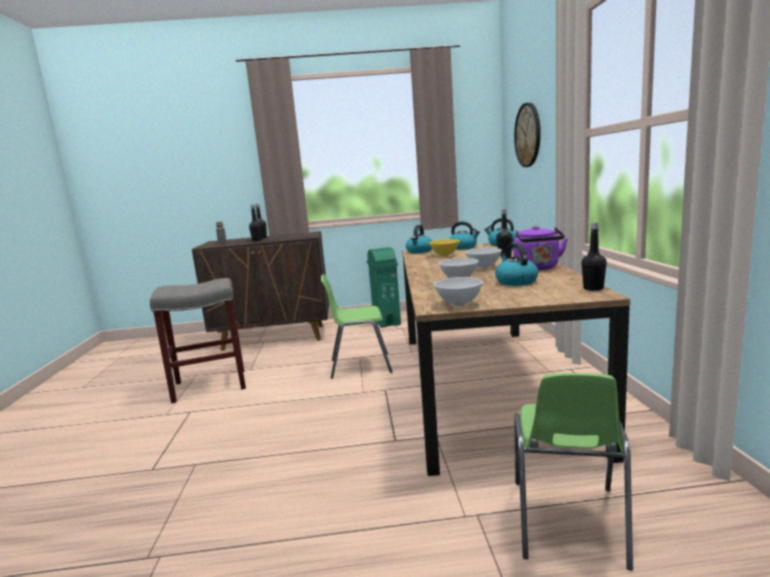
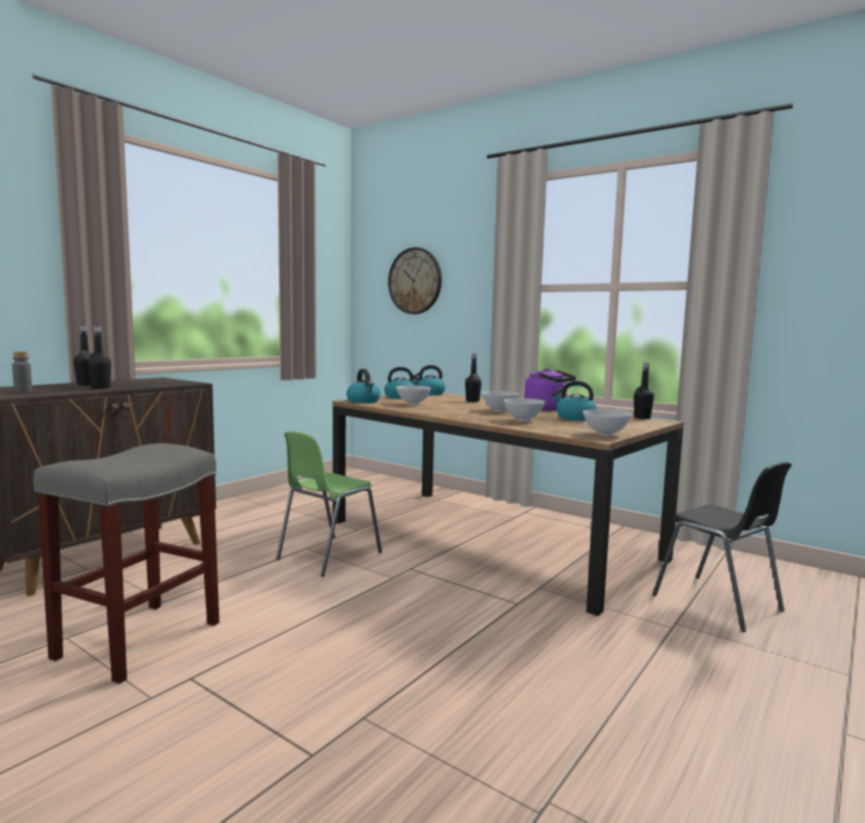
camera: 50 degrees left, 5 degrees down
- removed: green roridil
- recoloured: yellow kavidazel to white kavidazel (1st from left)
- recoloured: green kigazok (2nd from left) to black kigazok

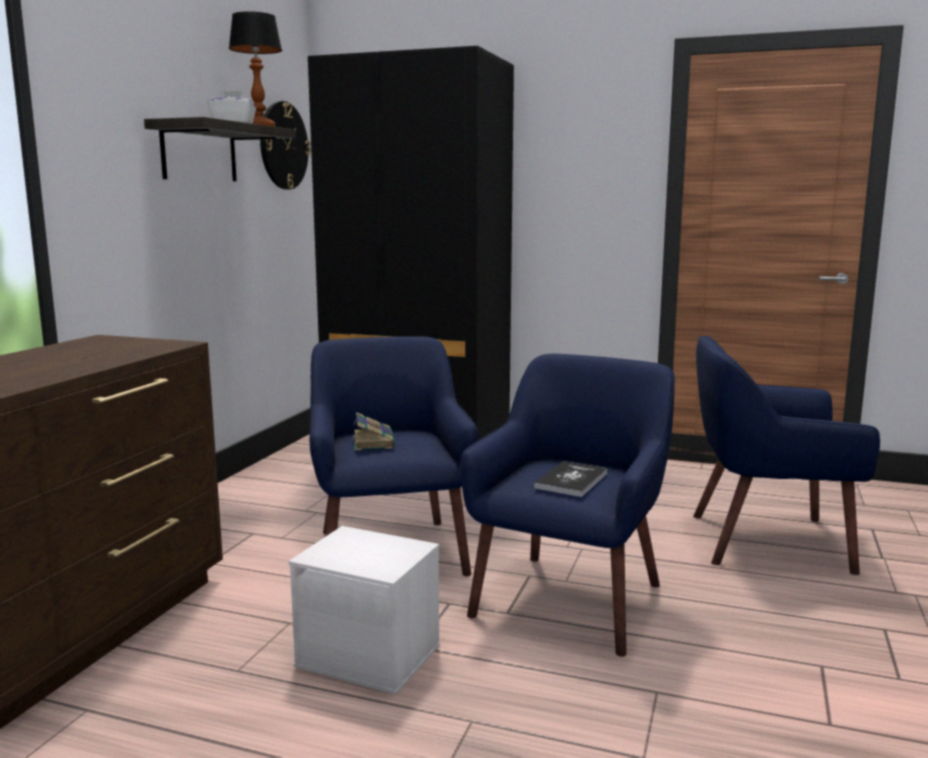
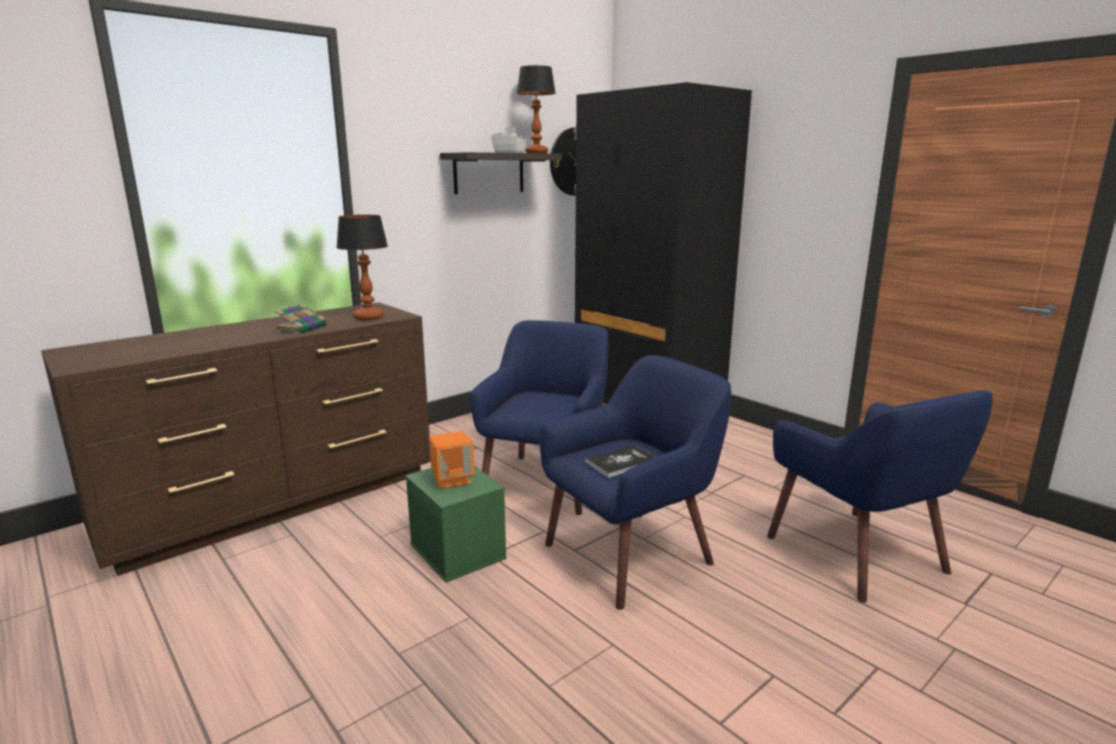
camera: 30 degrees right, 5 degrees up
- recoloured: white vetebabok to green vetebabok
- moved: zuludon (1st from left)
- turned: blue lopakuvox (3rd from left) 150 degrees counterclockwise
- added: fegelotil (1st from left)
- added: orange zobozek

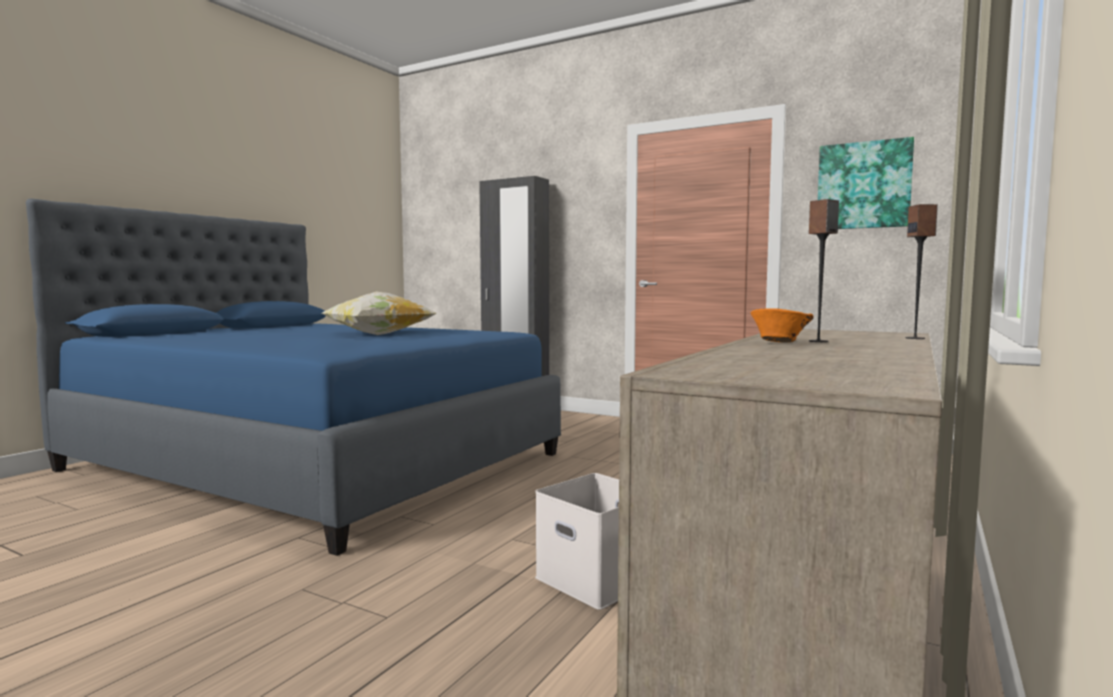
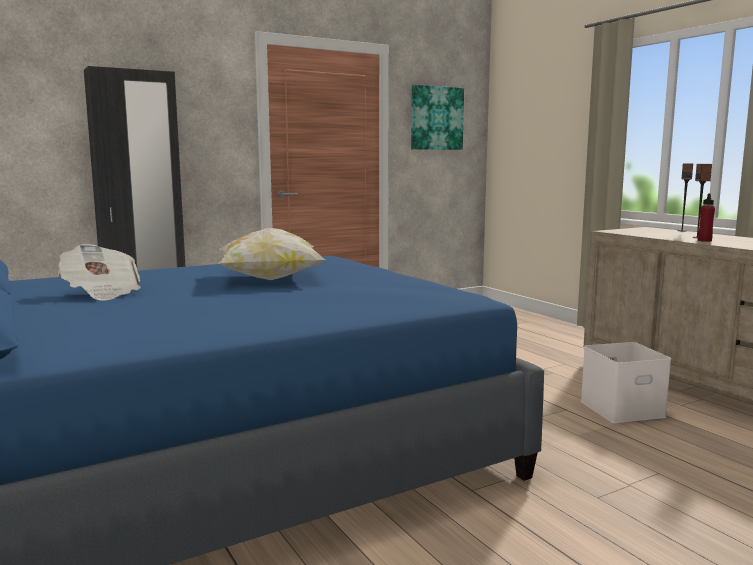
camera: 60 degrees left, 5 degrees up
- replaced: orange kavidazel to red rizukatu
- added: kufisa

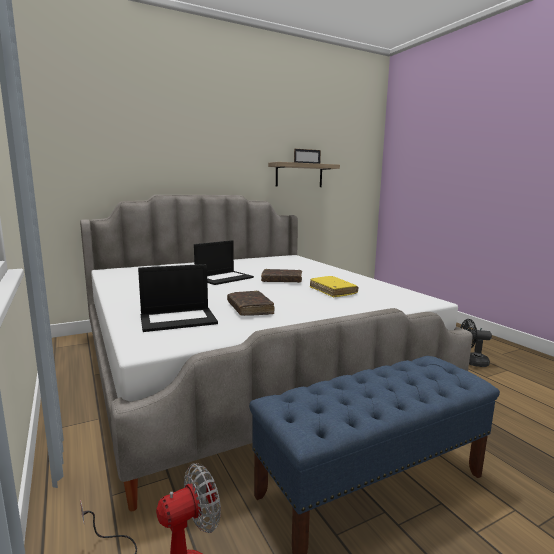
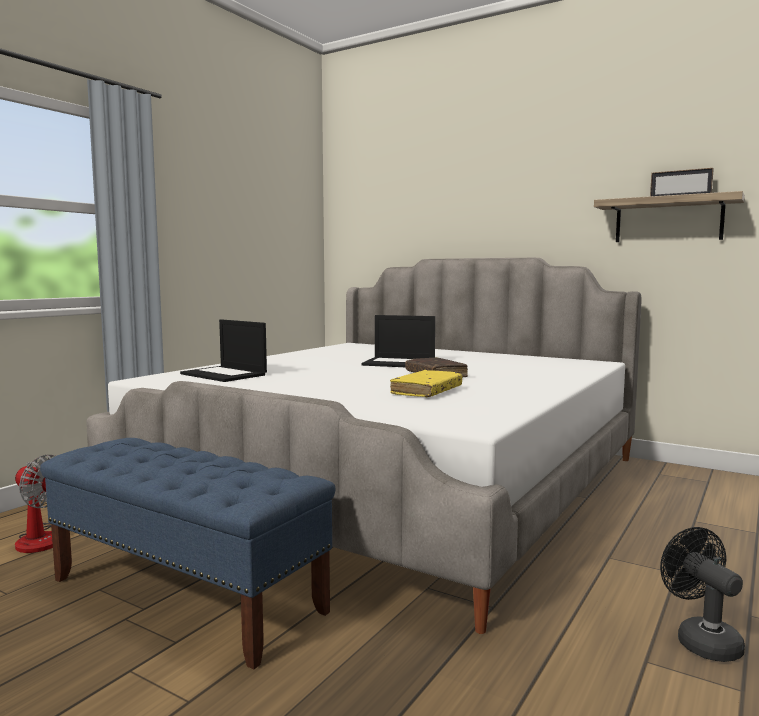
camera: 60 degrees right, 5 degrees down
- removed: brown zuludon (1st from left)

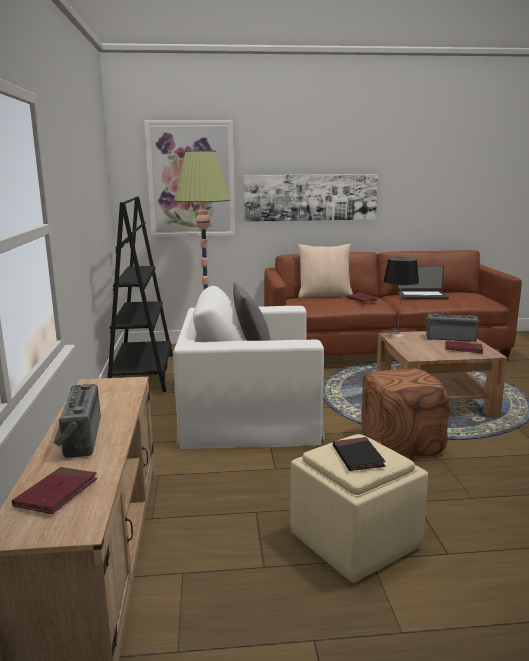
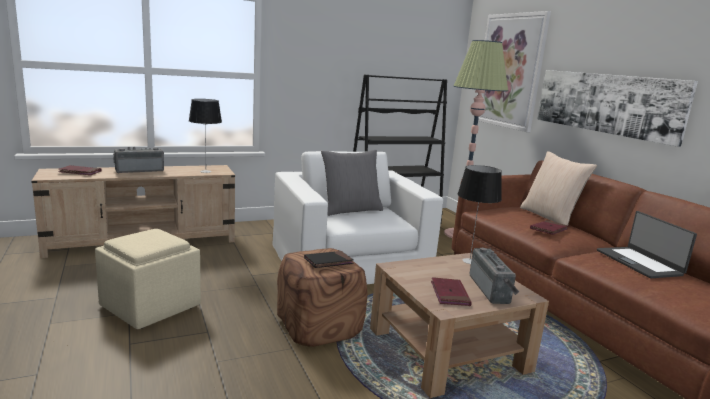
camera: 70 degrees right, 0 degrees up
- moved: black zuludon
- added: fegelotil (1st from left)

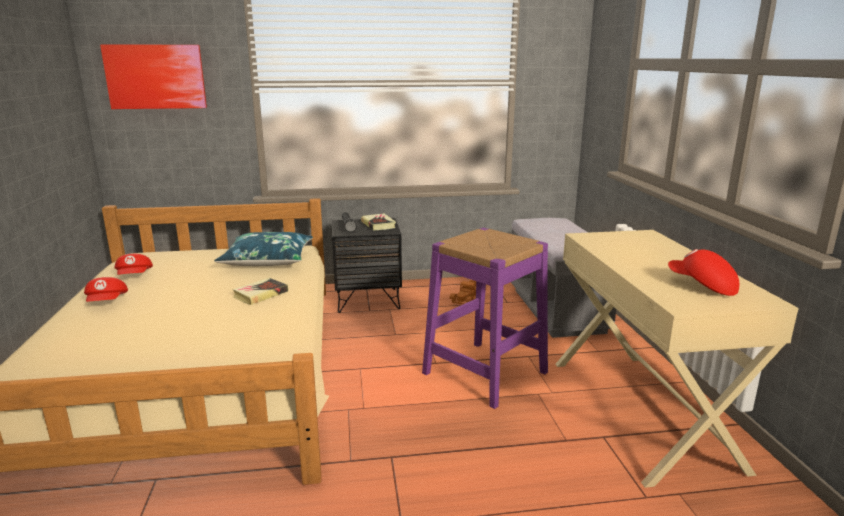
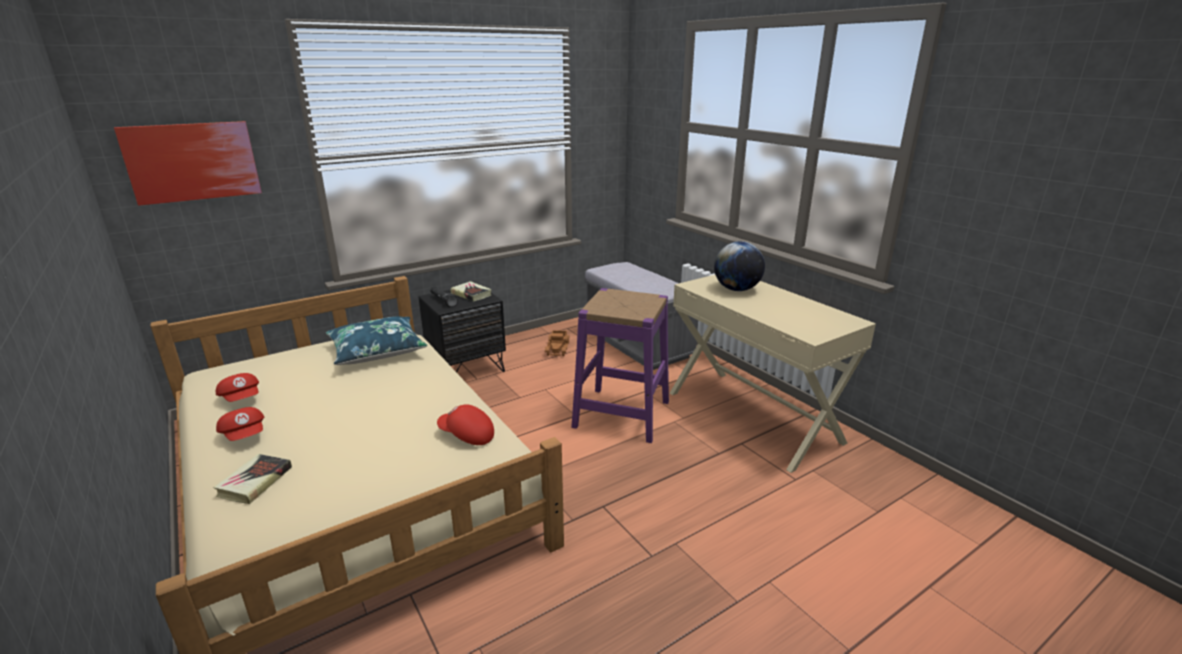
camera: 25 degrees left, 5 degrees up
- moved: zuludon (1st from left)
- moved: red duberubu (3rd from left)
- added: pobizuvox

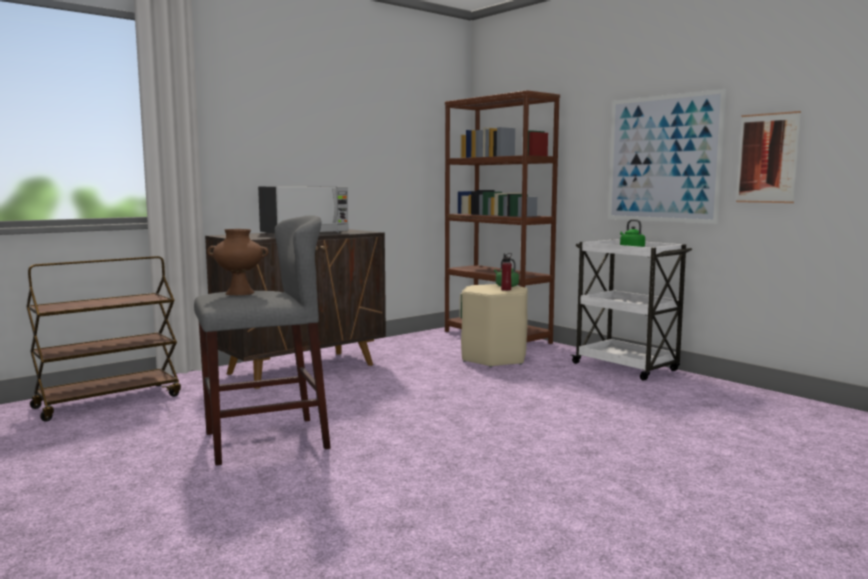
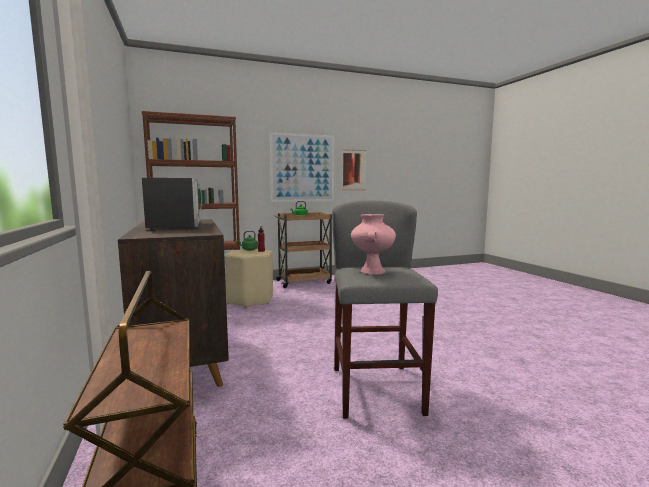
camera: 70 degrees left, 0 degrees up
- recoloured: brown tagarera to pink tagarera
- recoloured: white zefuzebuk to brown zefuzebuk (2nd from left)

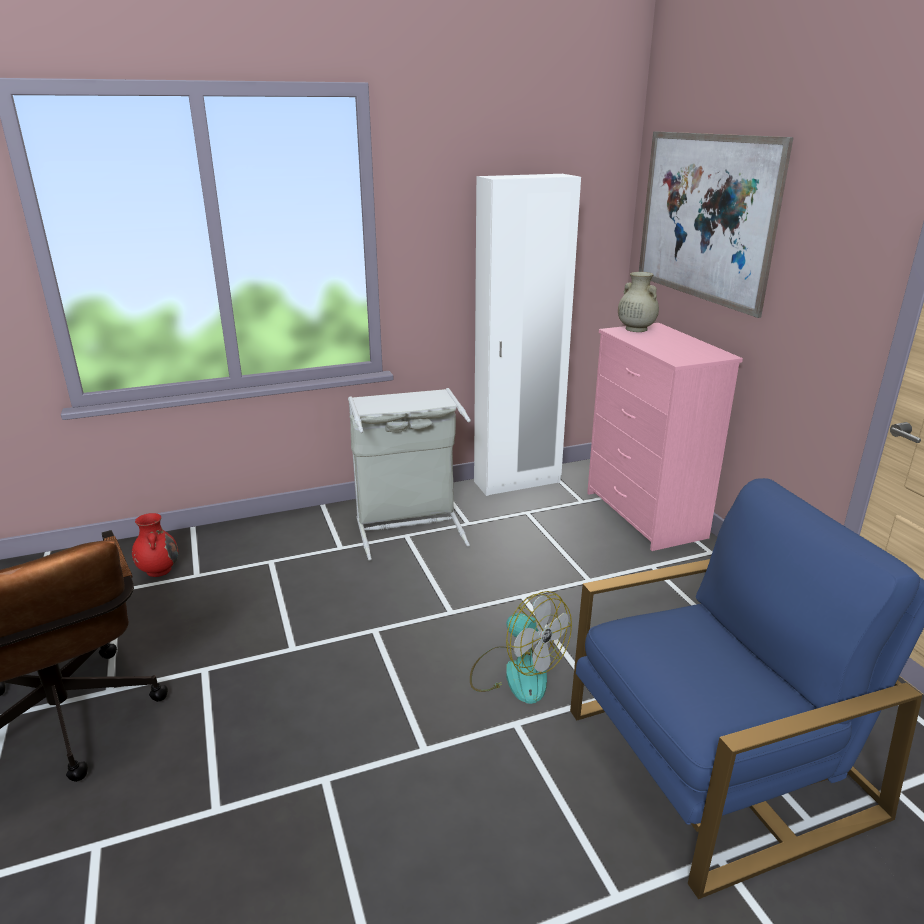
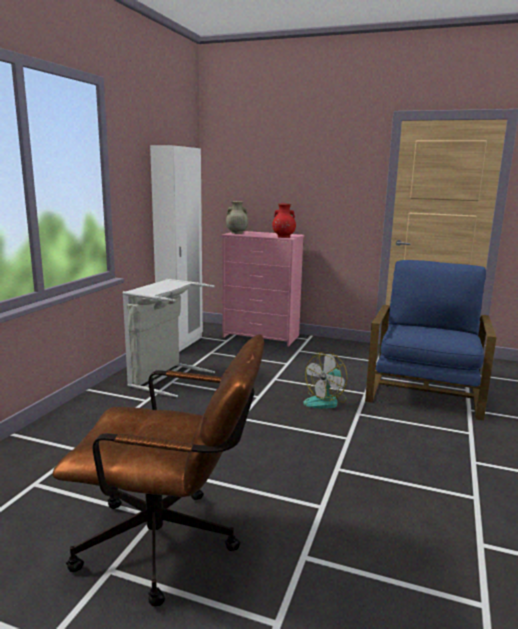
camera: 50 degrees left, 10 degrees down
- moved: red tagarera
- turned: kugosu 135 degrees clockwise
- removed: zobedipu

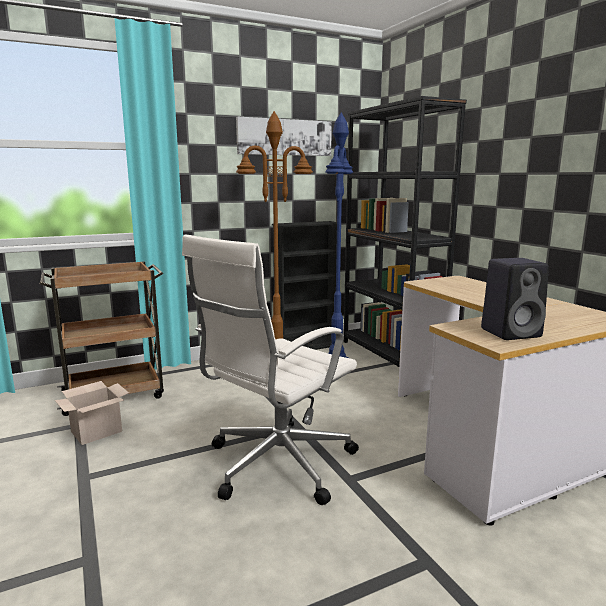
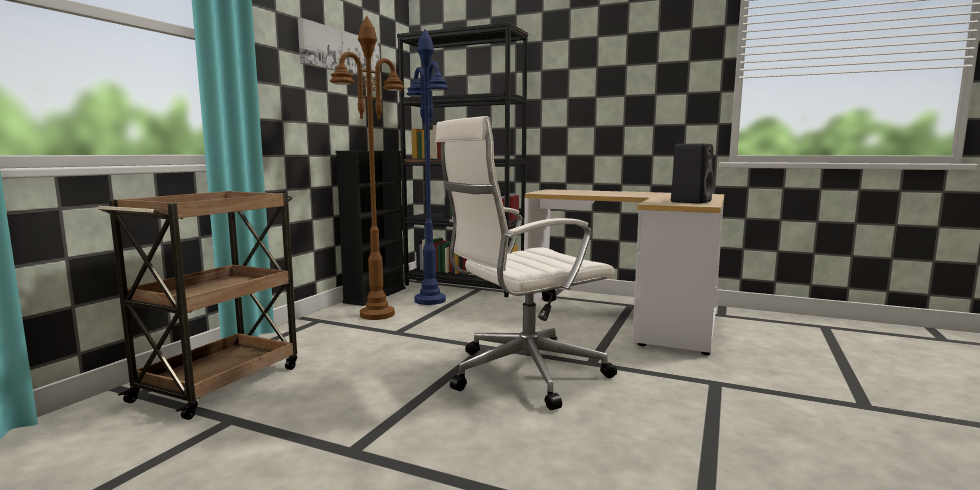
camera: 40 degrees left, 5 degrees down
- removed: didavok
- turned: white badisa 60 degrees clockwise

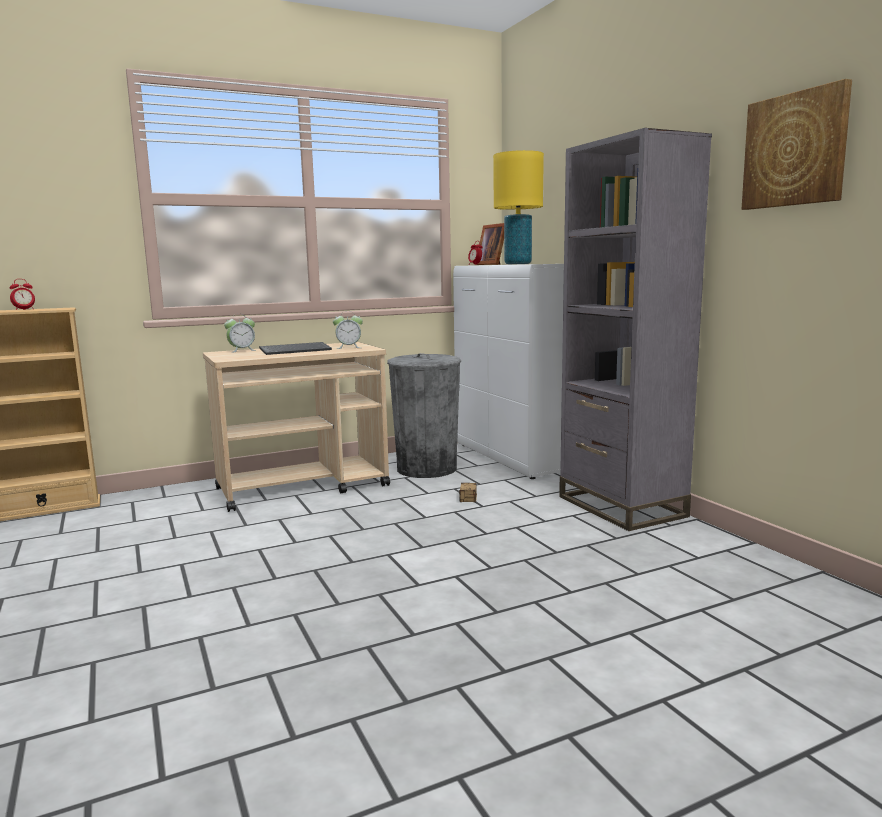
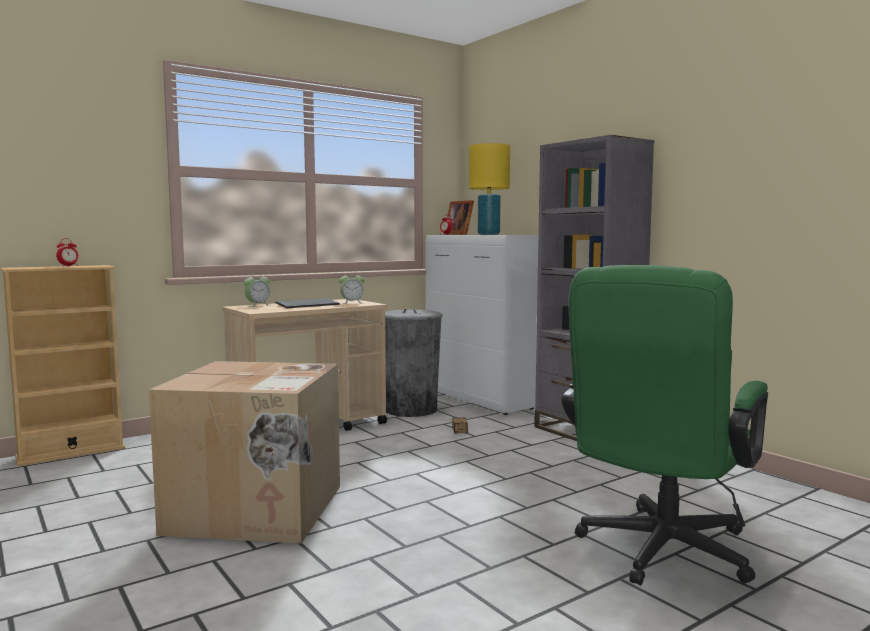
camera: 10 degrees left, 5 degrees down
- removed: zobedipu
- added: didavok
- added: green badisa

